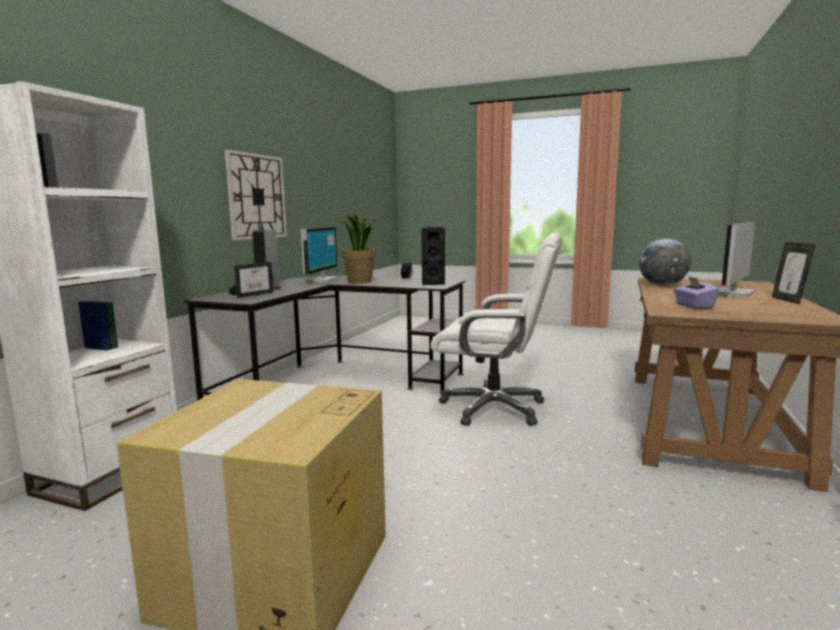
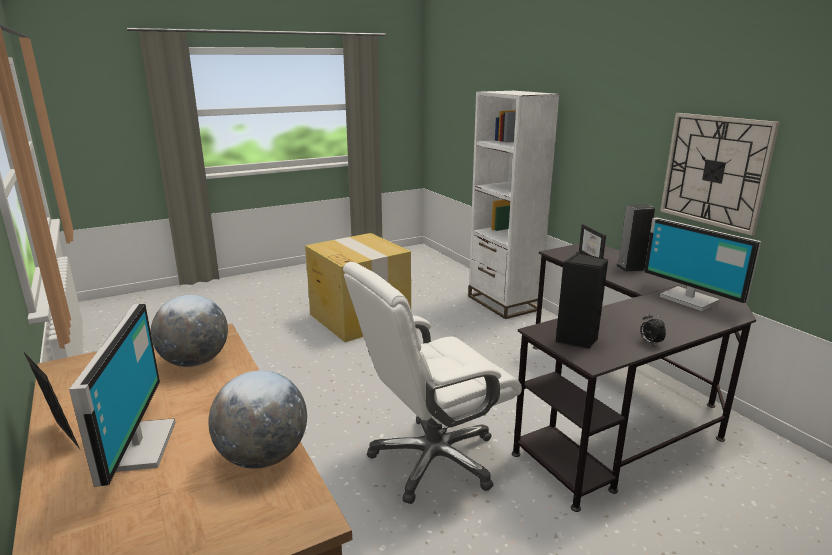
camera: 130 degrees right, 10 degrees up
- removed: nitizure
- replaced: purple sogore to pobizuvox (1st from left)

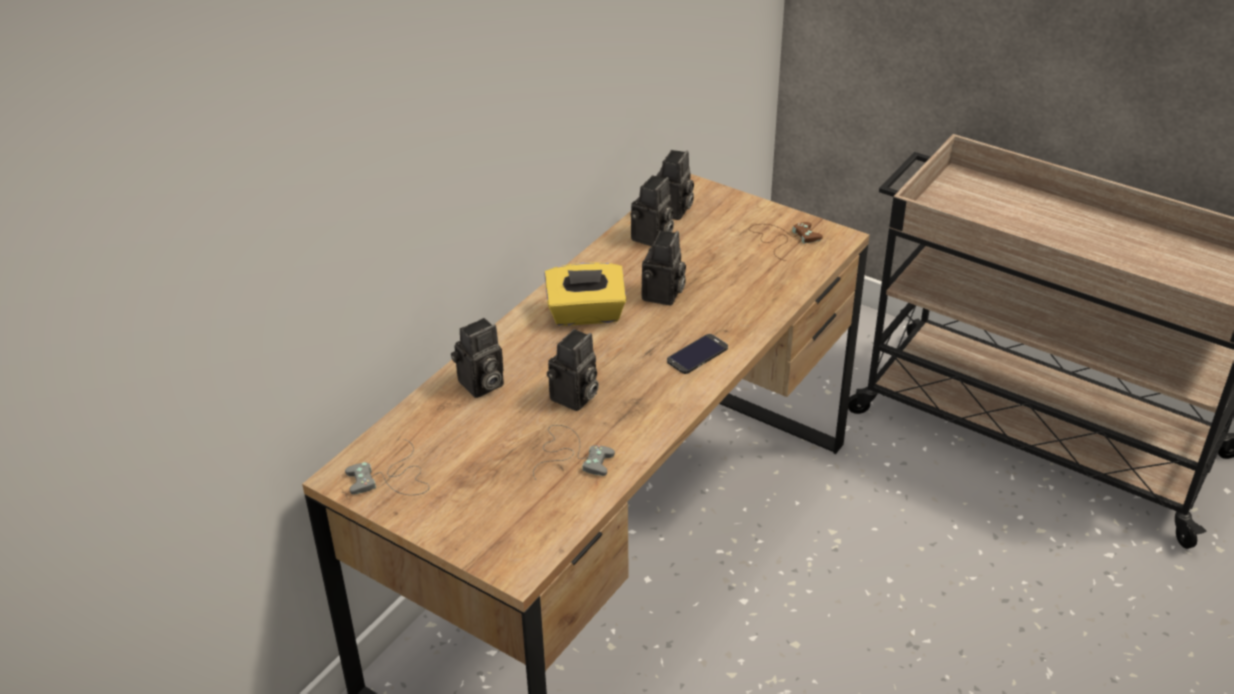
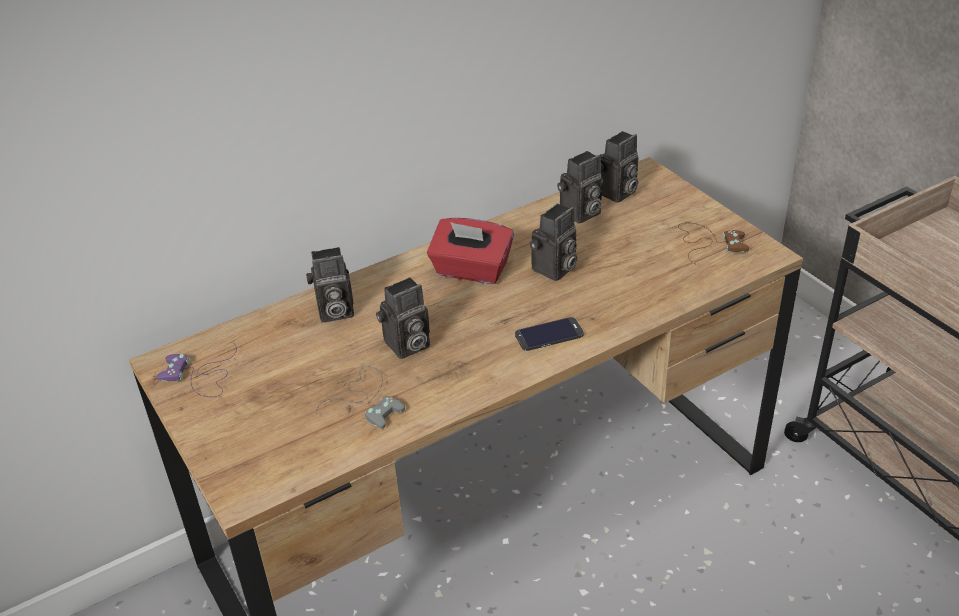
camera: 25 degrees right, 0 degrees up
- recoloured: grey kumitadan (1st from left) to purple kumitadan
- recoloured: yellow sogore to red sogore

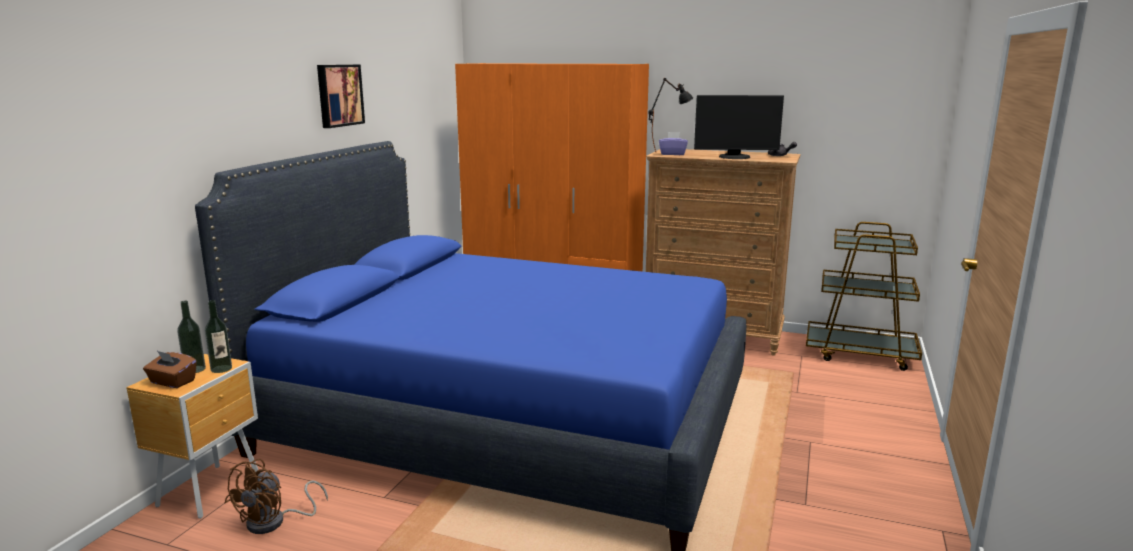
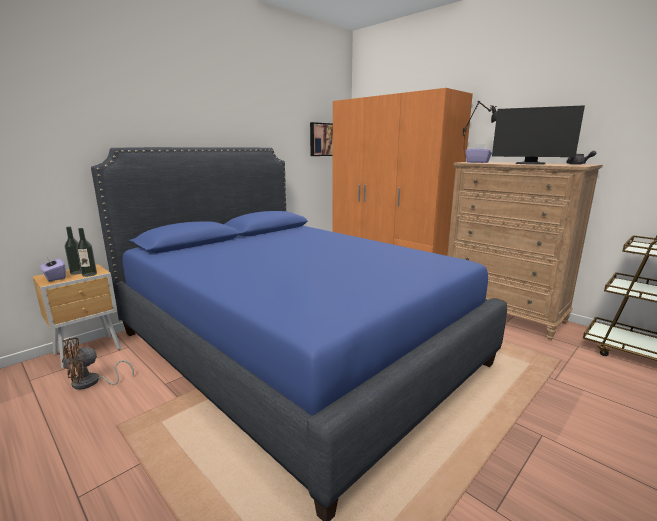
camera: 25 degrees right, 0 degrees up
- recoloured: brown sogore to purple sogore (1st from left)
- moved: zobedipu

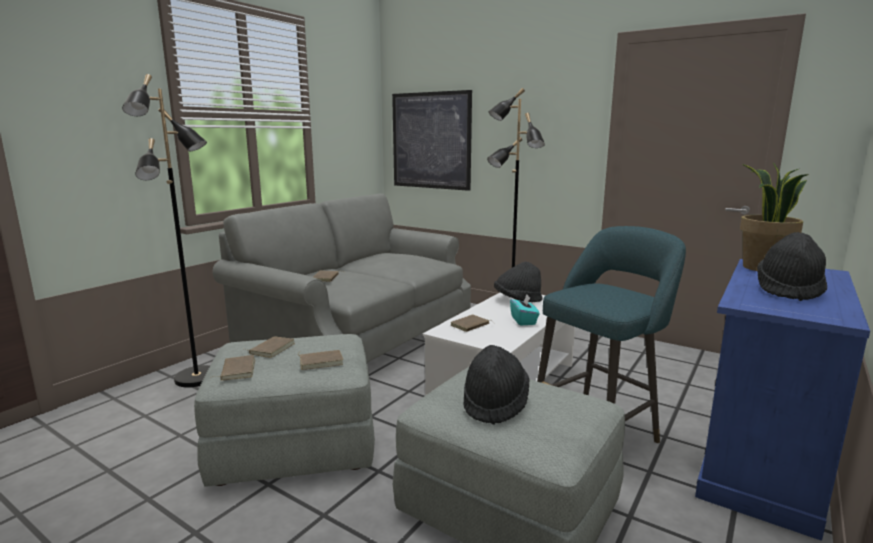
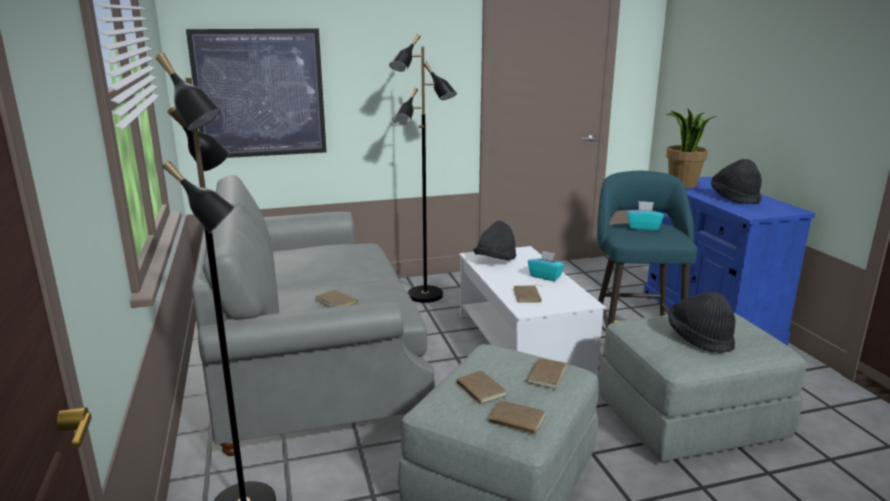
camera: 50 degrees left, 5 degrees up
- added: turquoise sogore (2nd from left)

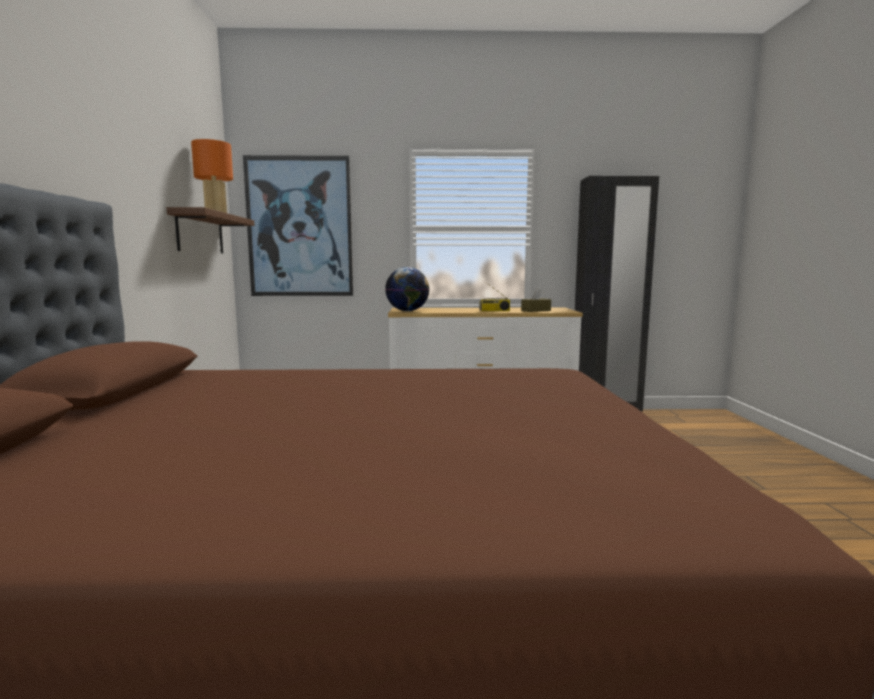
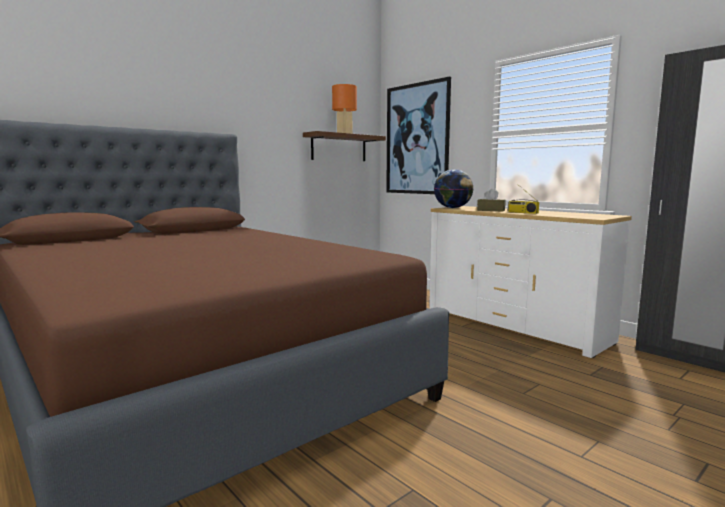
camera: 50 degrees right, 0 degrees up
- moved: brown sogore

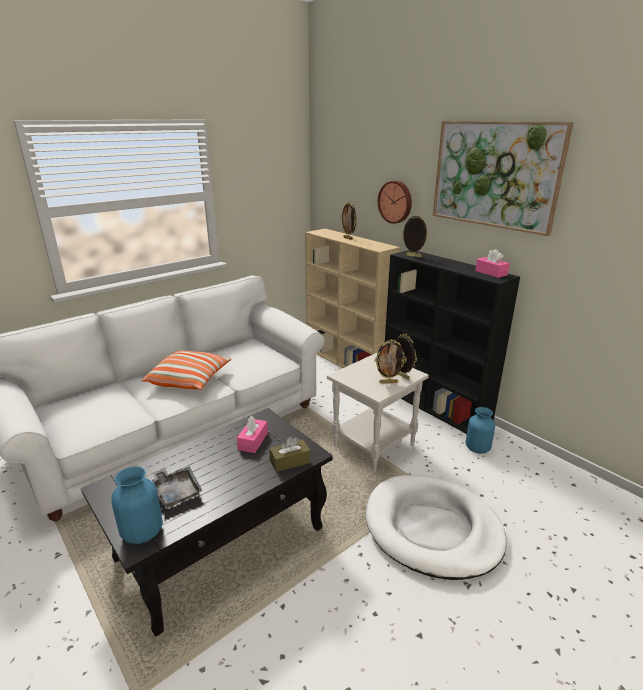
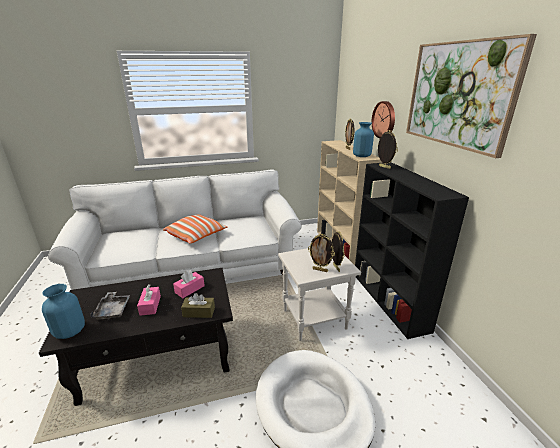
camera: 25 degrees right, 0 degrees up
- moved: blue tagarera (2nd from left)
- moved: pink sogore (2nd from left in the first image) to pink sogore (1st from left)

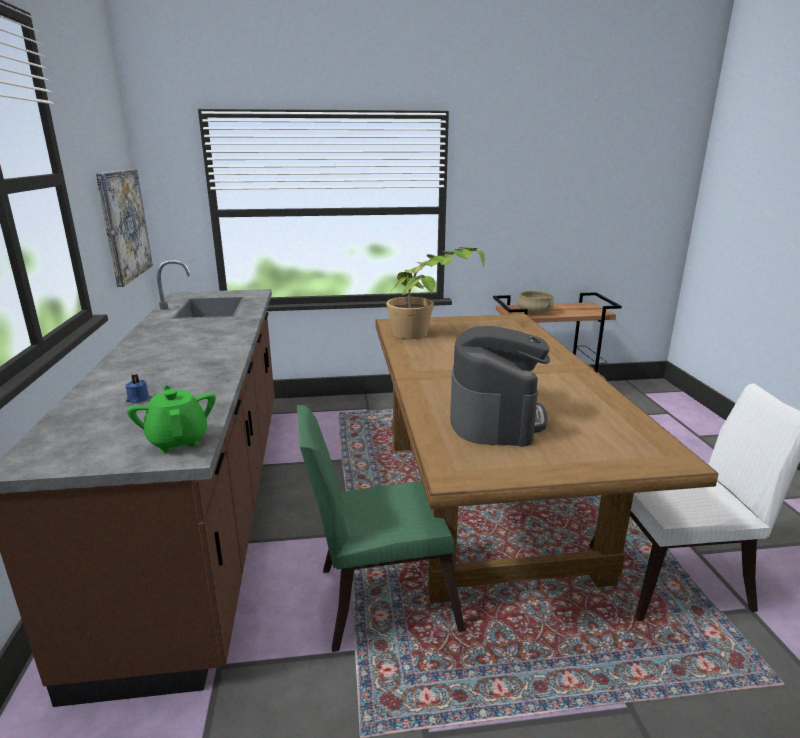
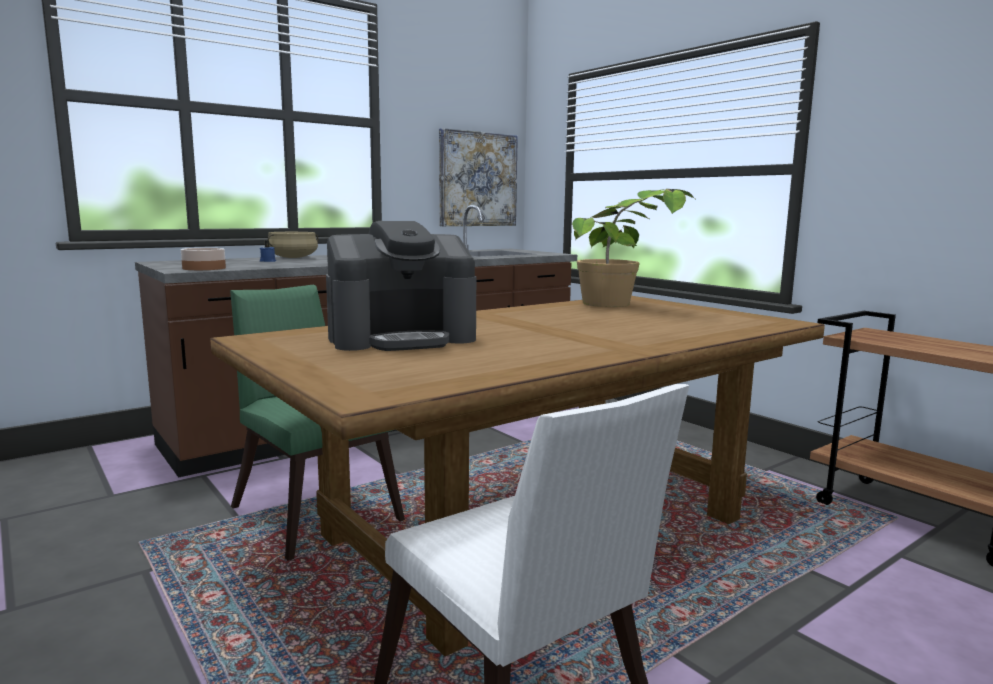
camera: 60 degrees right, 10 degrees down
- replaced: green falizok to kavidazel
- moved: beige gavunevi

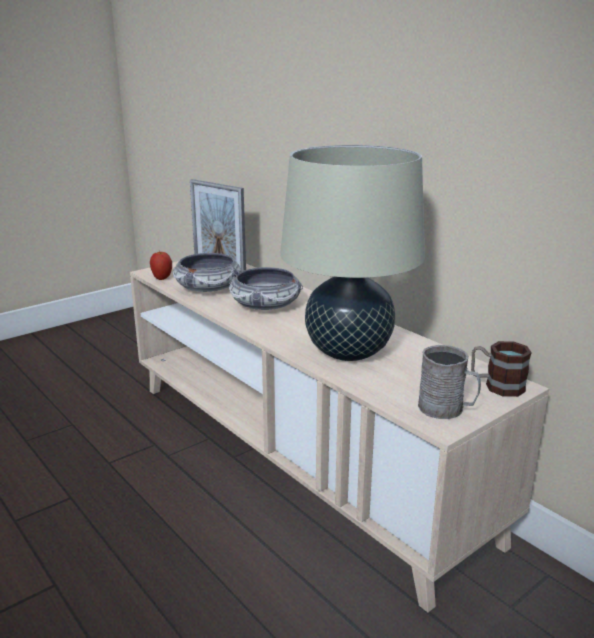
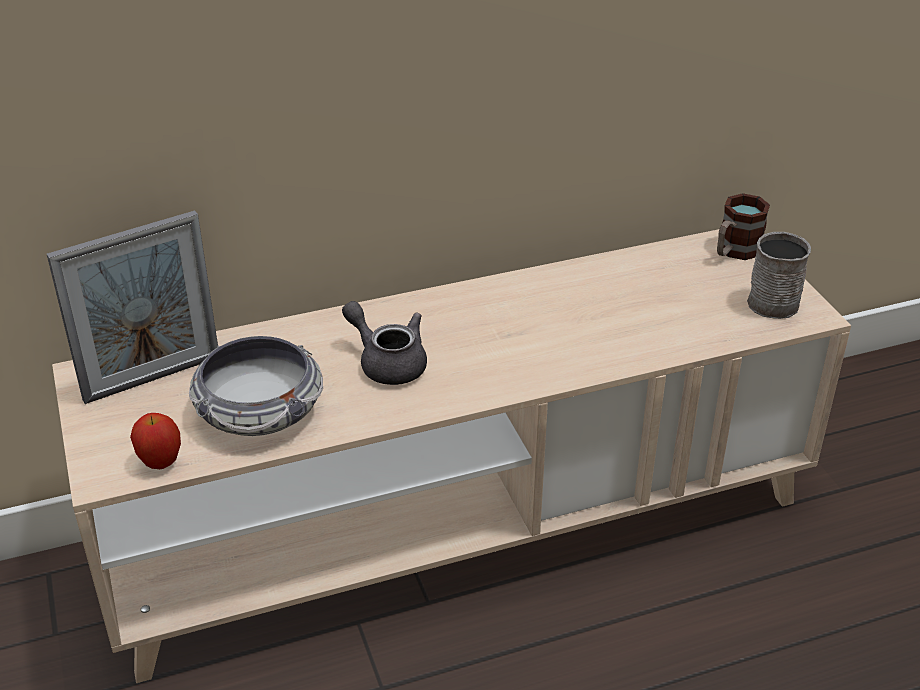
camera: 70 degrees left, 15 degrees up
- replaced: kavidazel (2nd from left) to grey falizok
- removed: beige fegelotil

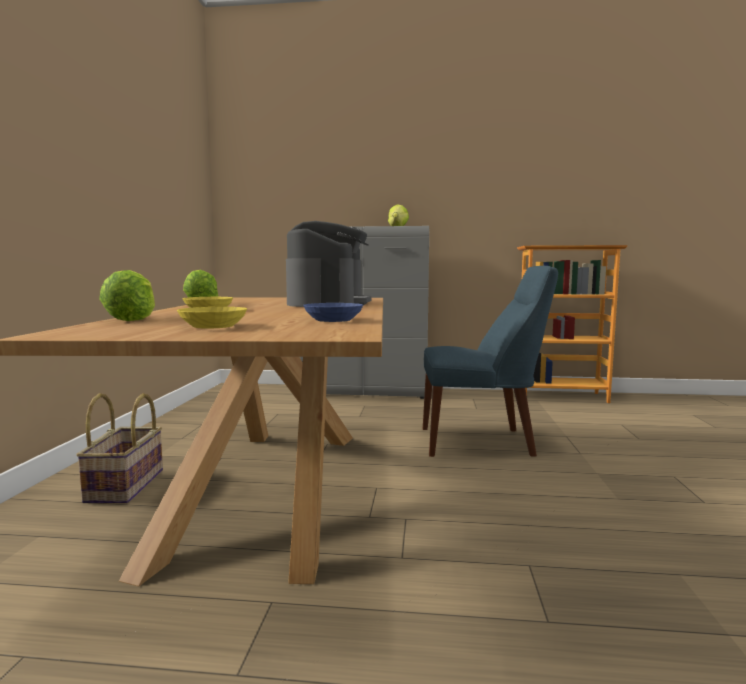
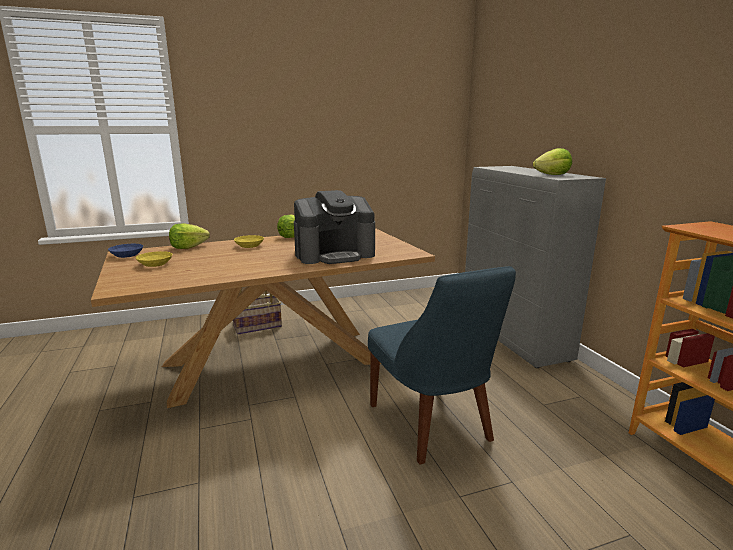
camera: 65 degrees right, 10 degrees up
- moved: blue kavidazel

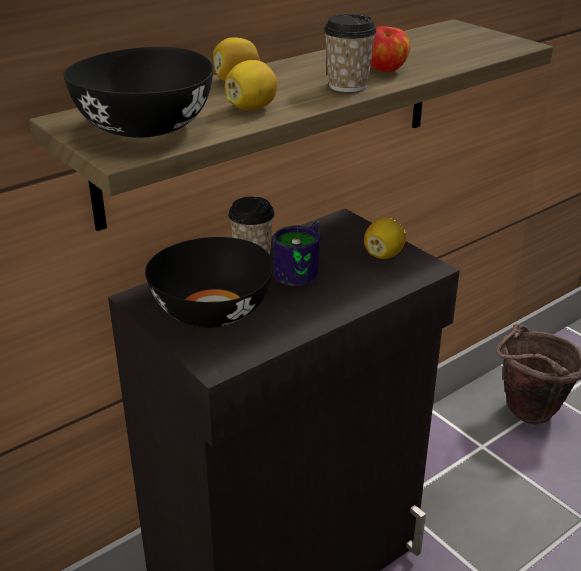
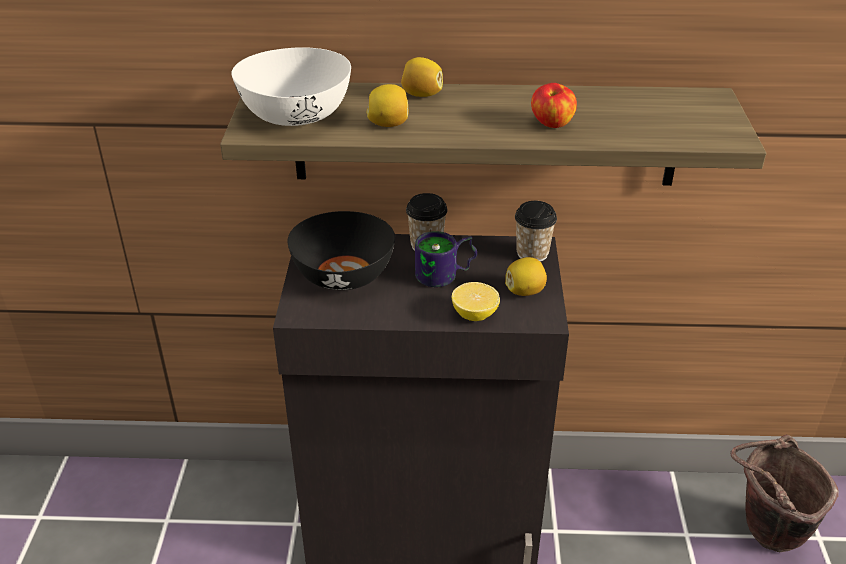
camera: 40 degrees right, 5 degrees up
- recoloured: black kavidazel (1st from left) to white kavidazel
- moved: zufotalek (2nd from left)
- added: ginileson (3rd from left)

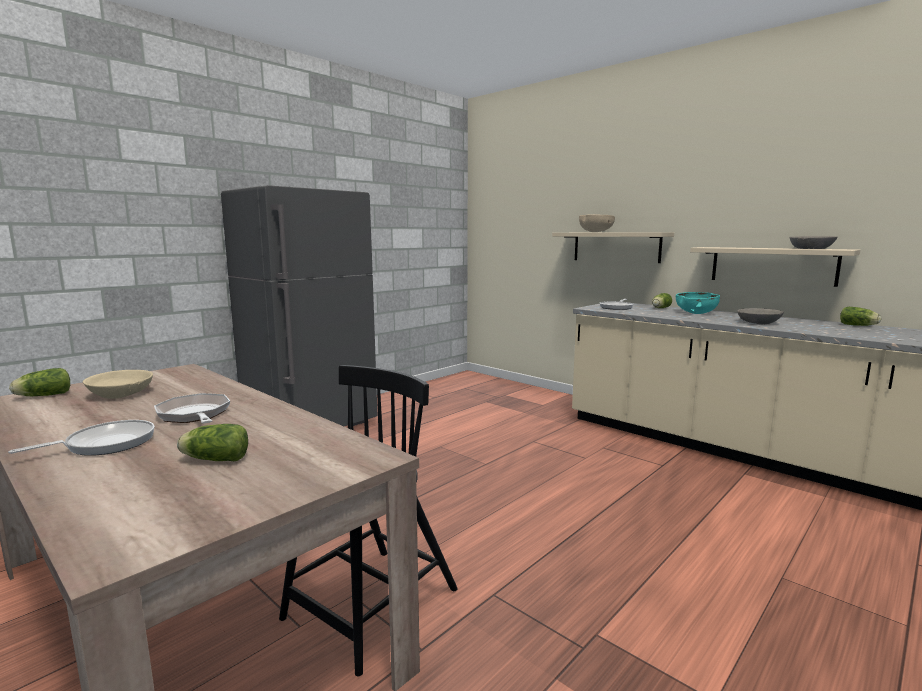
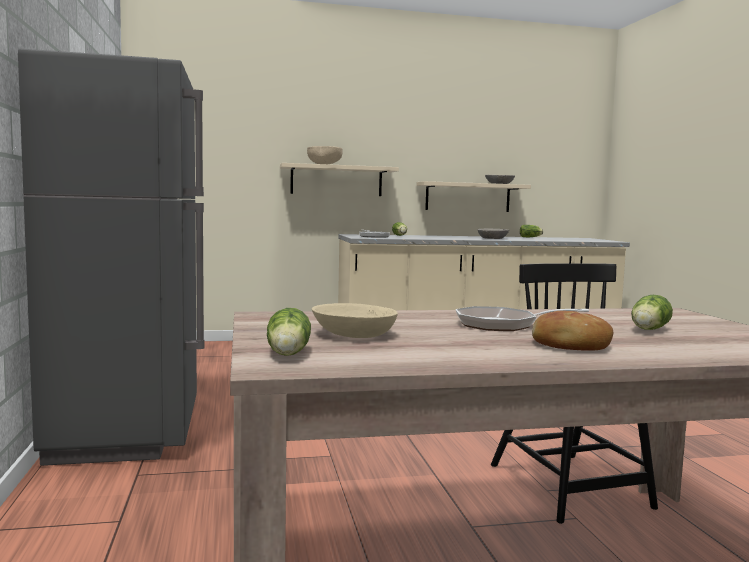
camera: 55 degrees left, 5 degrees down
- replaced: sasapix (1st from left) to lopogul
- removed: turquoise kavidazel

